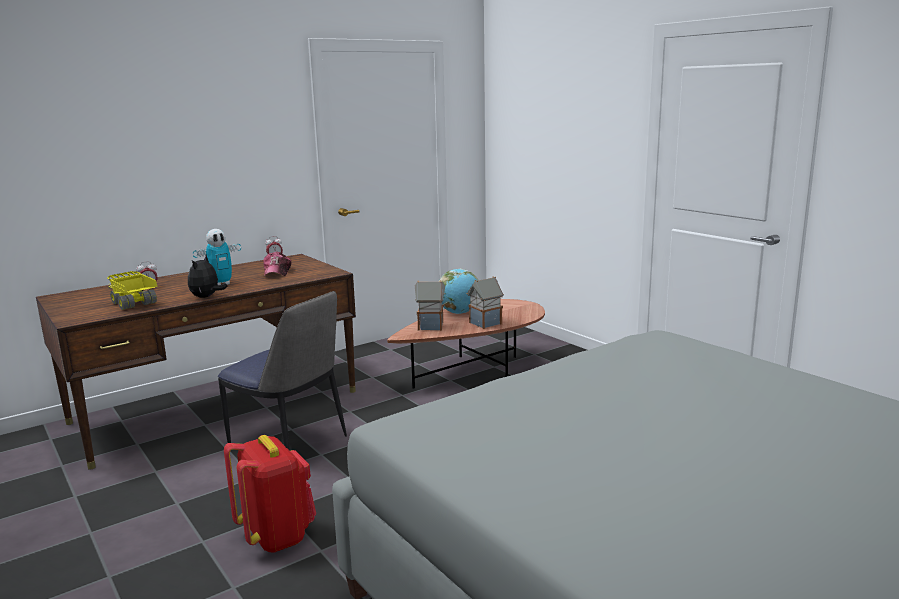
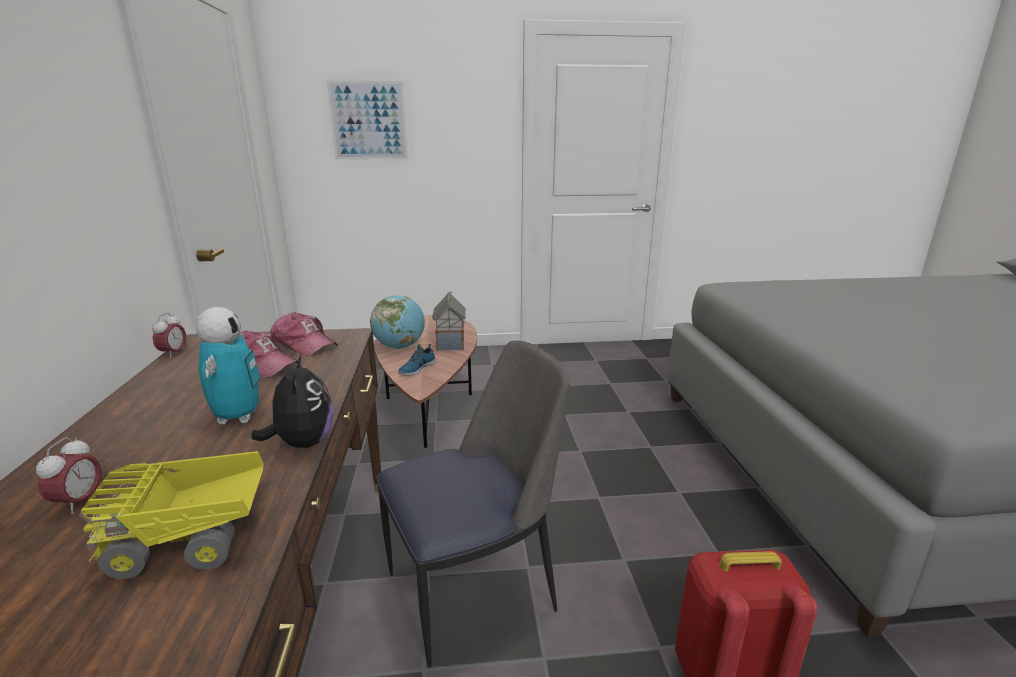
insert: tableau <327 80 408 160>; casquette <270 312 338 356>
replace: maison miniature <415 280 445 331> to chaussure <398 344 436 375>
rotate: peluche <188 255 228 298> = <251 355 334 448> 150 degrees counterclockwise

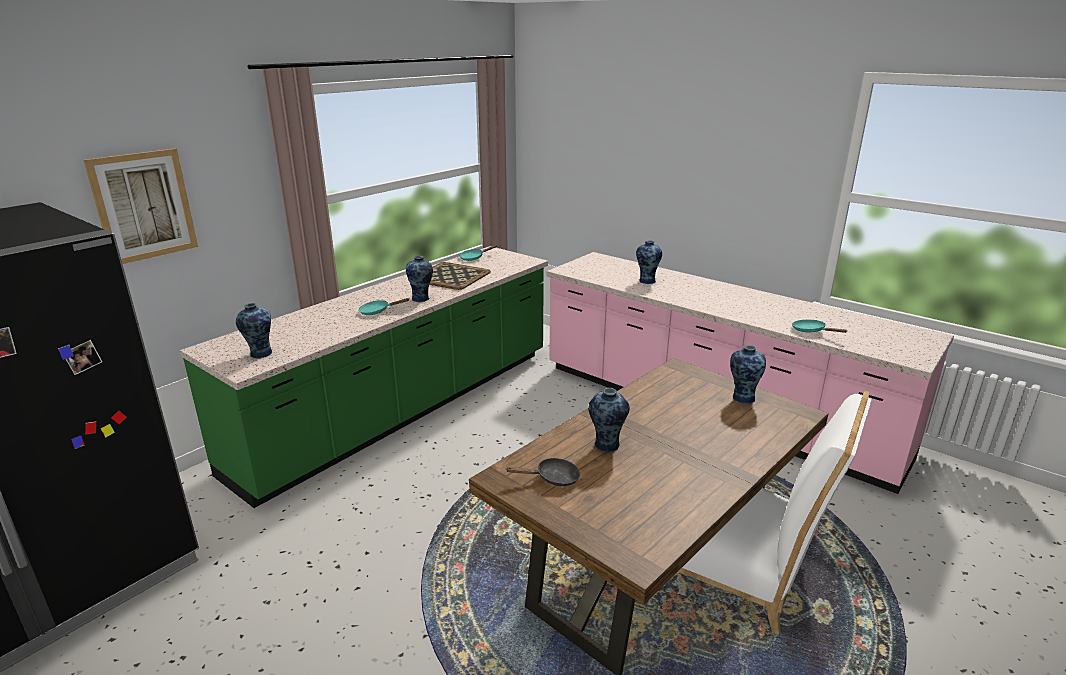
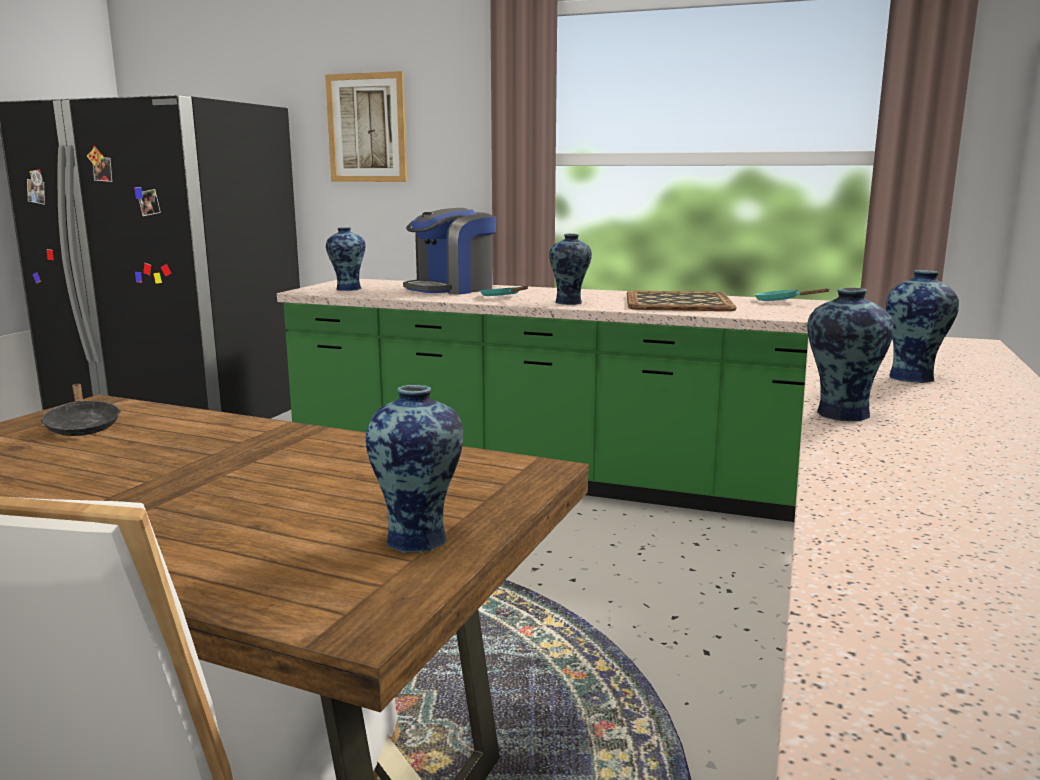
delete: poêle [turquoise] <792 320 847 333>
insert: machine à café <403 208 496 295>
move: vase <588 388 630 452> to <807 287 894 421>

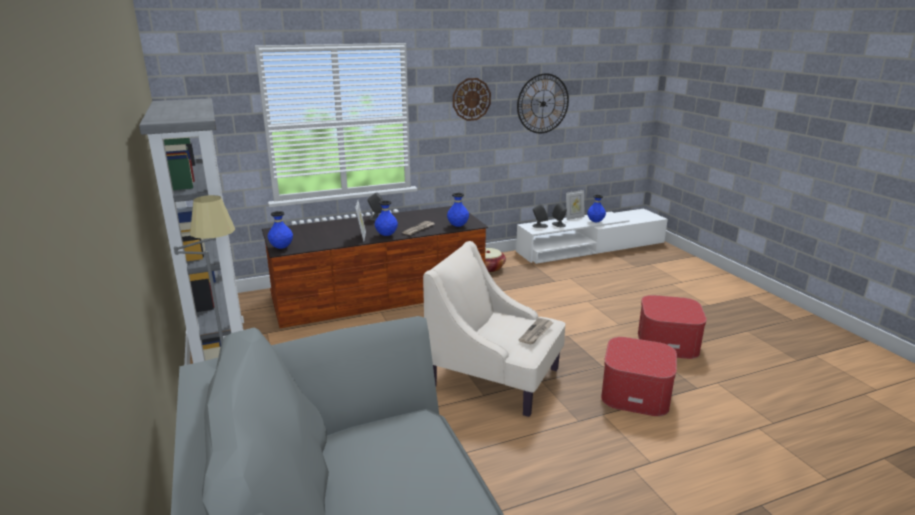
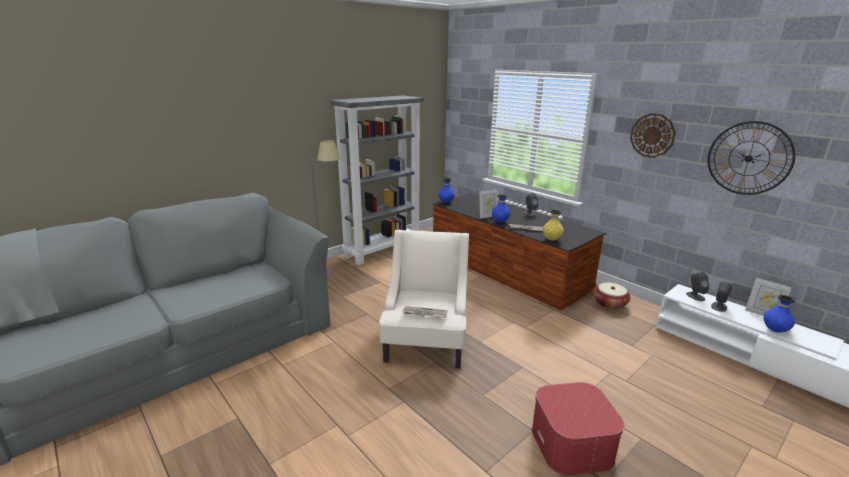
delete: pouf <601 337 677 416>
recolor: vase [bleu] <447 193 469 227> to vase [jaune] <543 210 564 241>

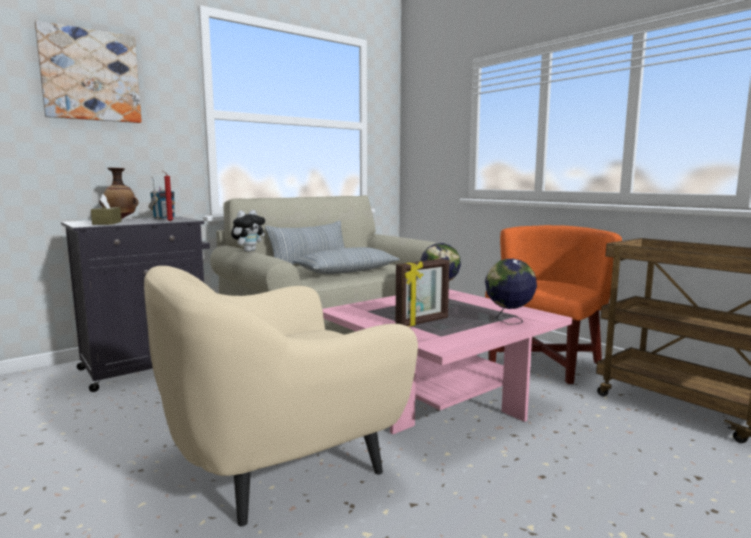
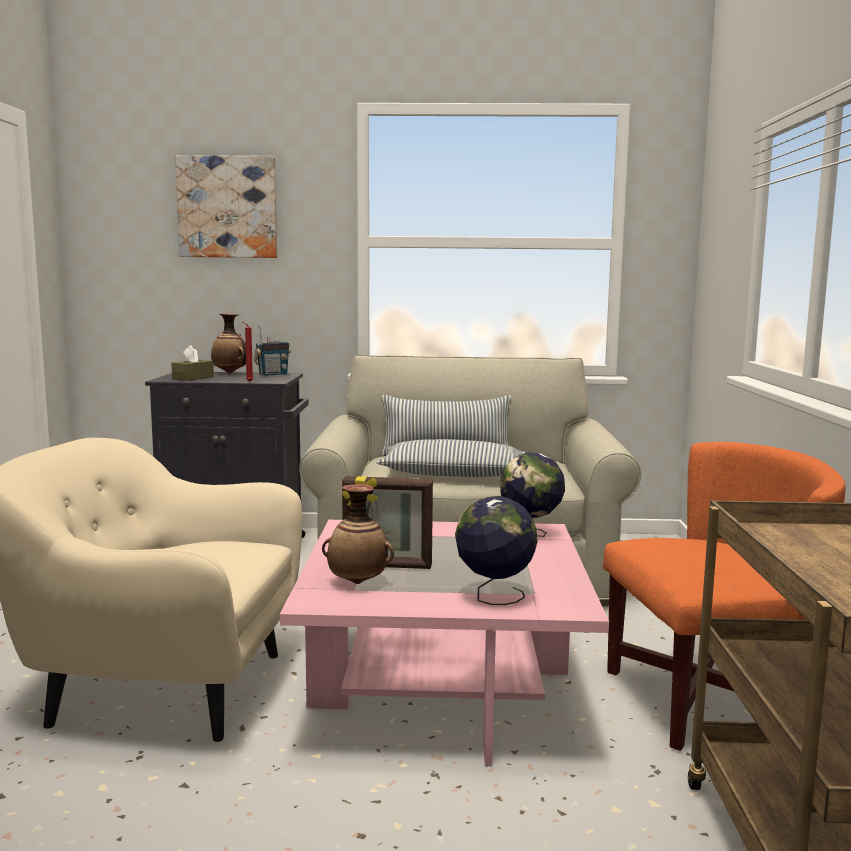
delete: peluche <231 210 265 252>
insert: vase <322 484 394 584>

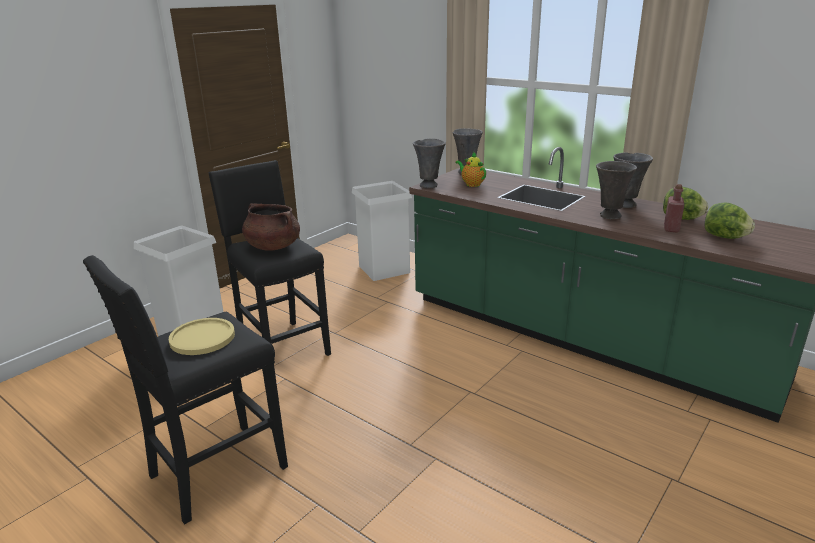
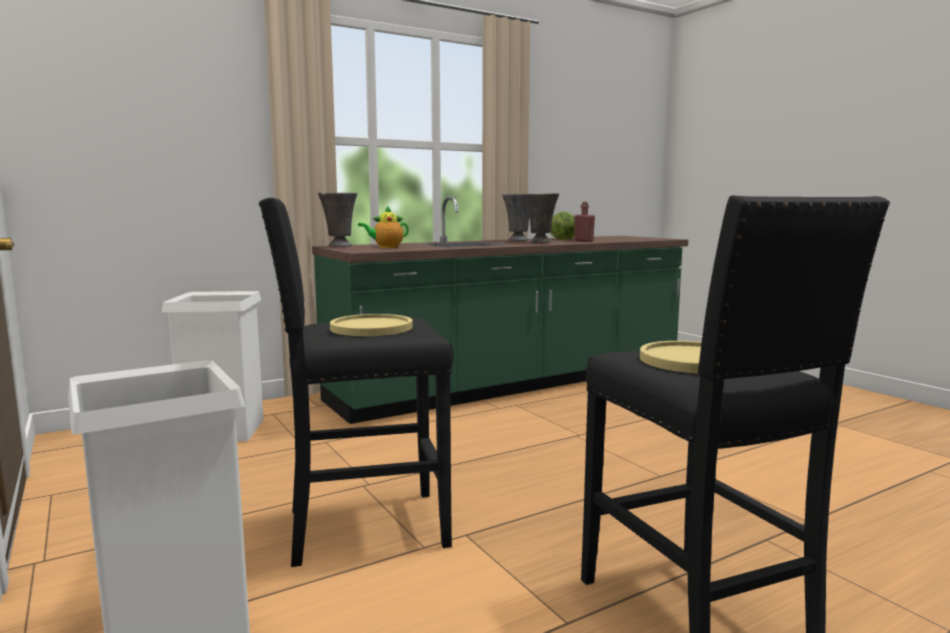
delete: vase [gris] <413 138 446 188>; laitue <704 202 755 239>
replace: marmite [marron] <242 203 300 251> to assiette [jaune] <330 314 413 336>

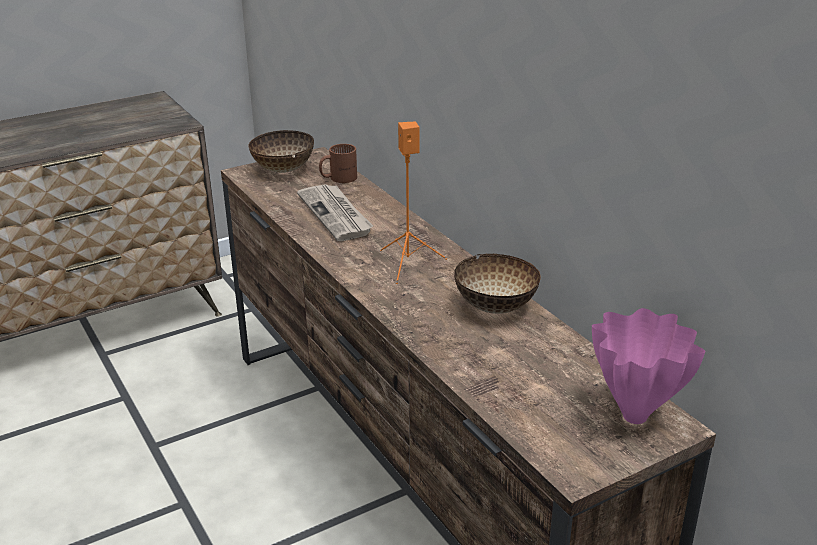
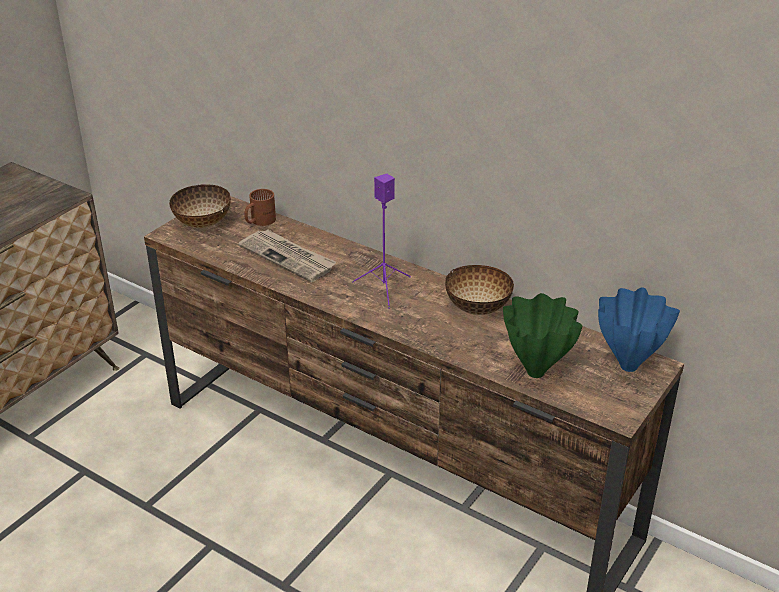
insert: vase [vert] <503 293 582 378>
recolor: enceinte [orange] <380 121 447 284> to enceinte [violet] <352 174 411 309>; vase [rose] <592 308 705 424> to vase [bleu] <598 287 680 372>

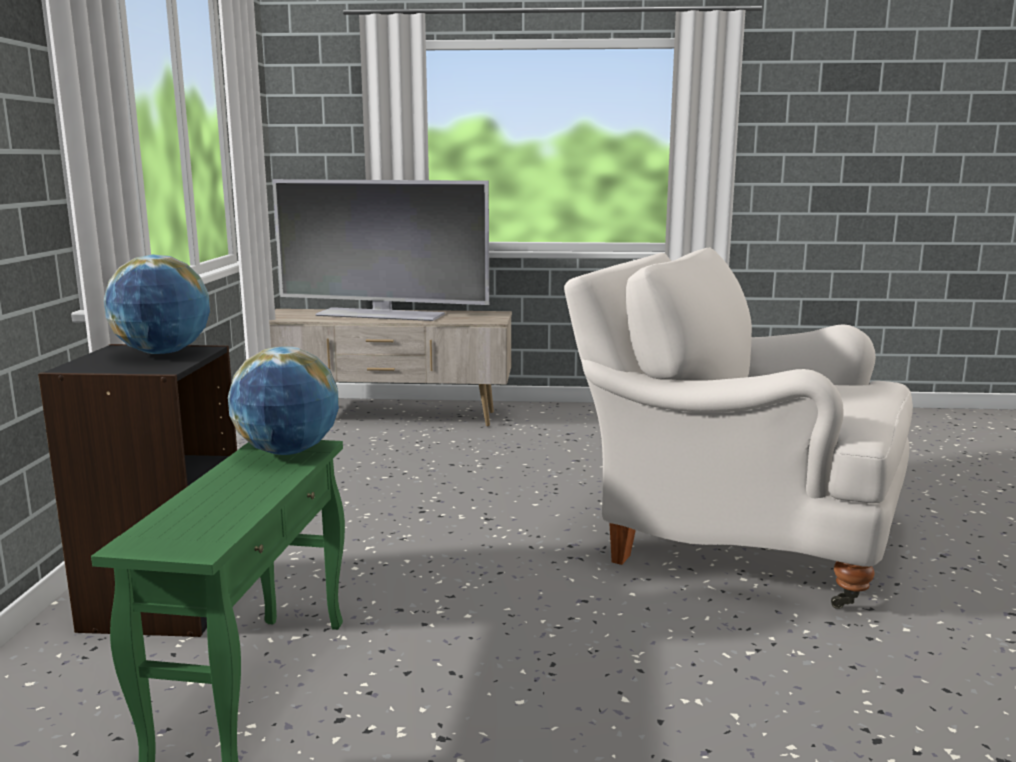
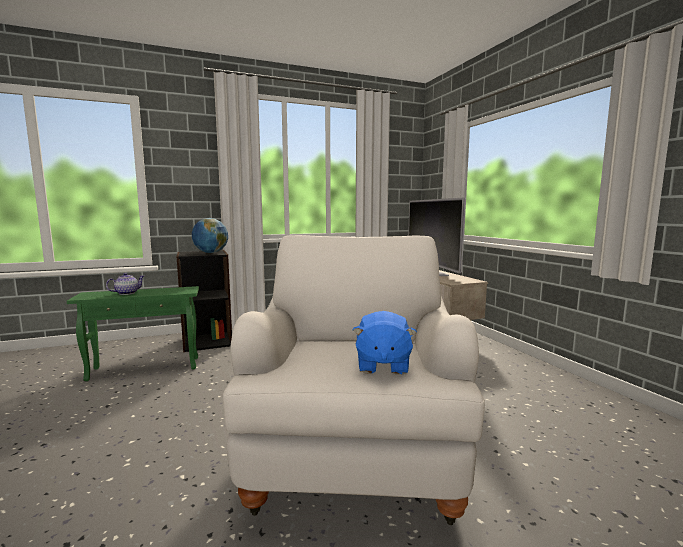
delete: globe <228 346 339 455>
insert: théière <106 273 144 295>; peluche [bleu] <353 311 417 375>

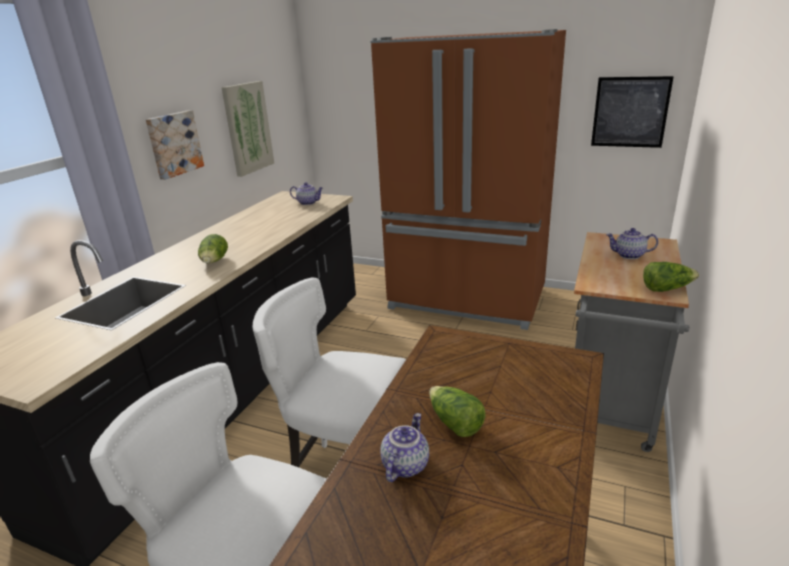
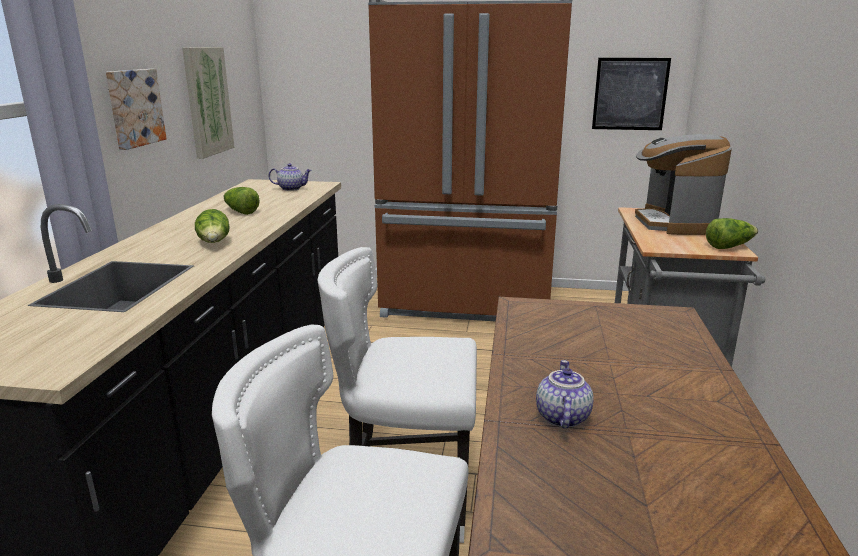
move: laitue <429 386 486 437> to <224 187 260 215>
replace: théière <606 228 658 259> to machine à café <635 134 732 235>

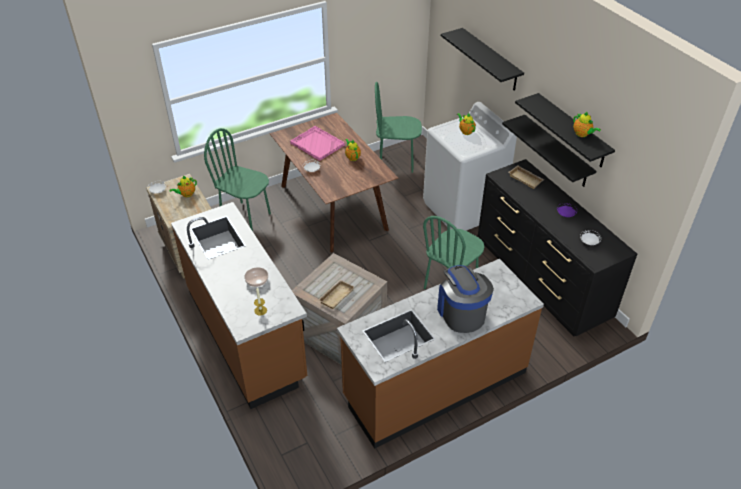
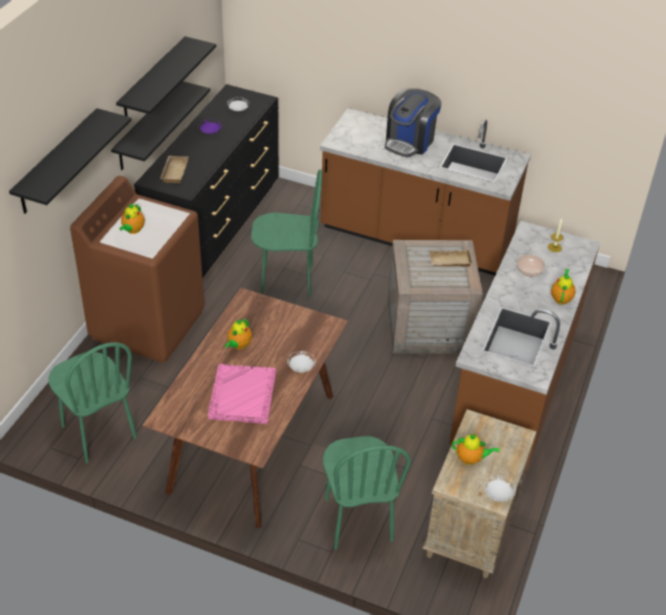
move: théière <573 112 601 137> to <551 269 576 305>
recolor: lave-linge [blanc] <423 102 517 231> to lave-linge [marron] <70 176 204 363>

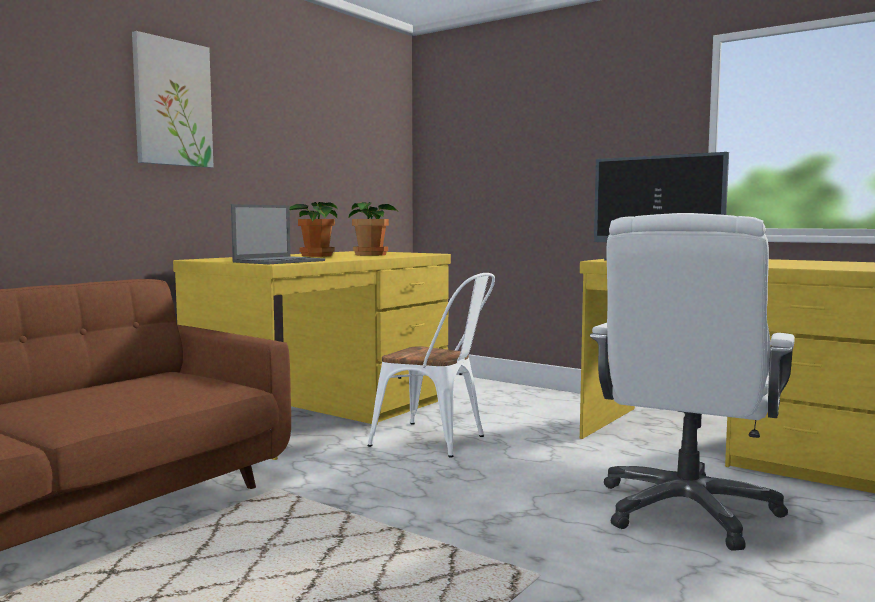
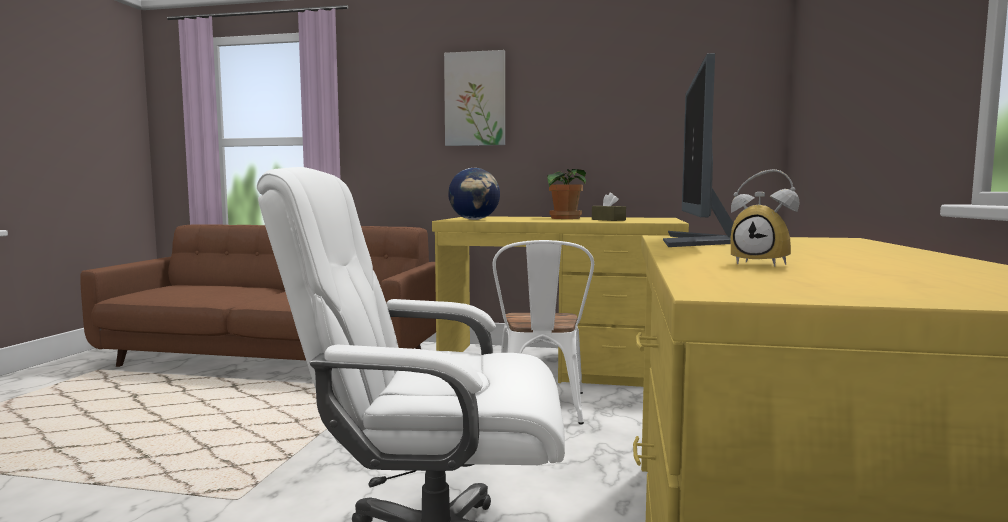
insert: réveil <731 169 799 267>
replace: plante en pot <348 202 397 256> to boîte à mouchoirs [marron] <592 193 626 221>; ordinateur portable <231 204 325 264> to globe <448 168 500 220>

